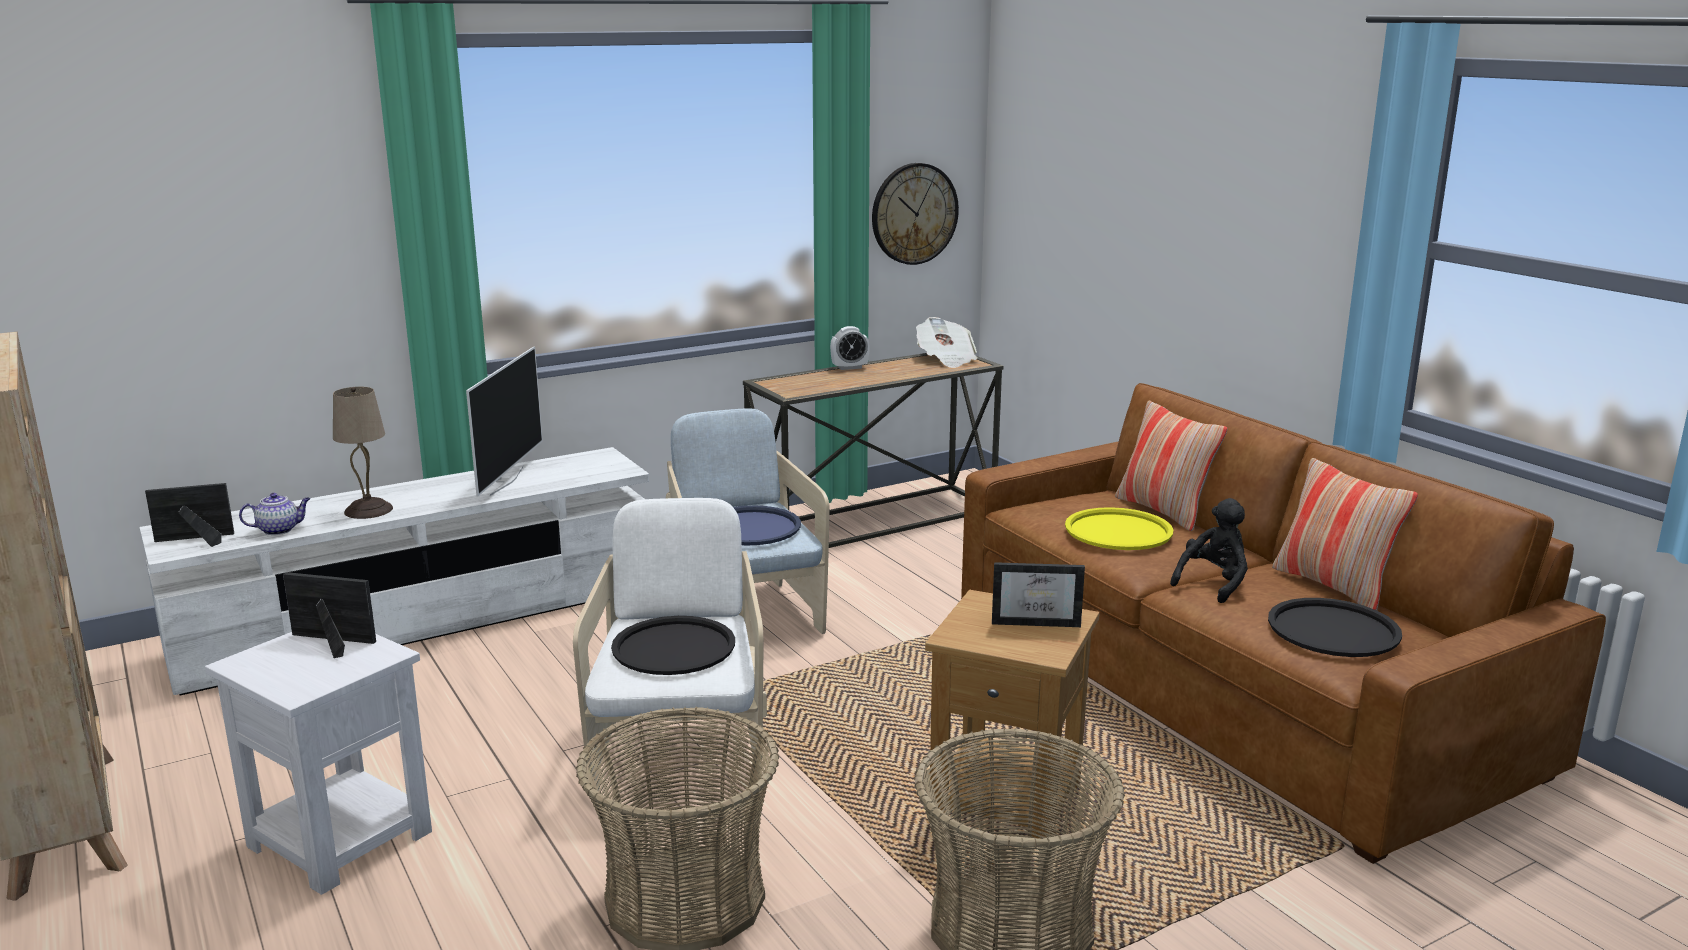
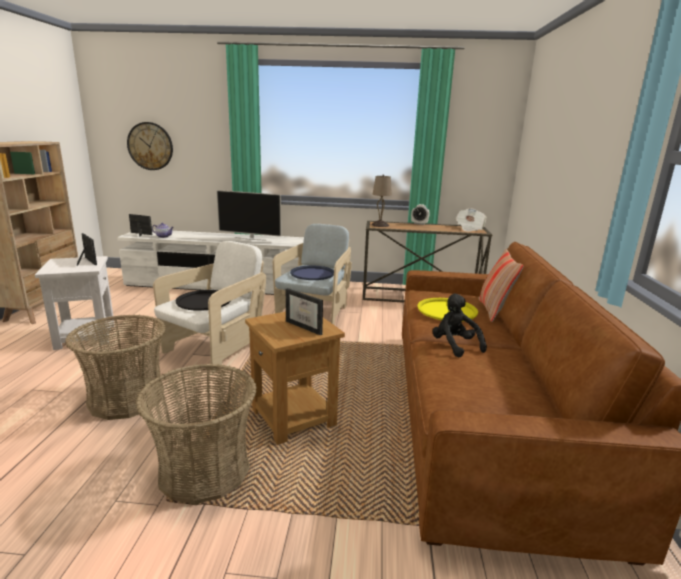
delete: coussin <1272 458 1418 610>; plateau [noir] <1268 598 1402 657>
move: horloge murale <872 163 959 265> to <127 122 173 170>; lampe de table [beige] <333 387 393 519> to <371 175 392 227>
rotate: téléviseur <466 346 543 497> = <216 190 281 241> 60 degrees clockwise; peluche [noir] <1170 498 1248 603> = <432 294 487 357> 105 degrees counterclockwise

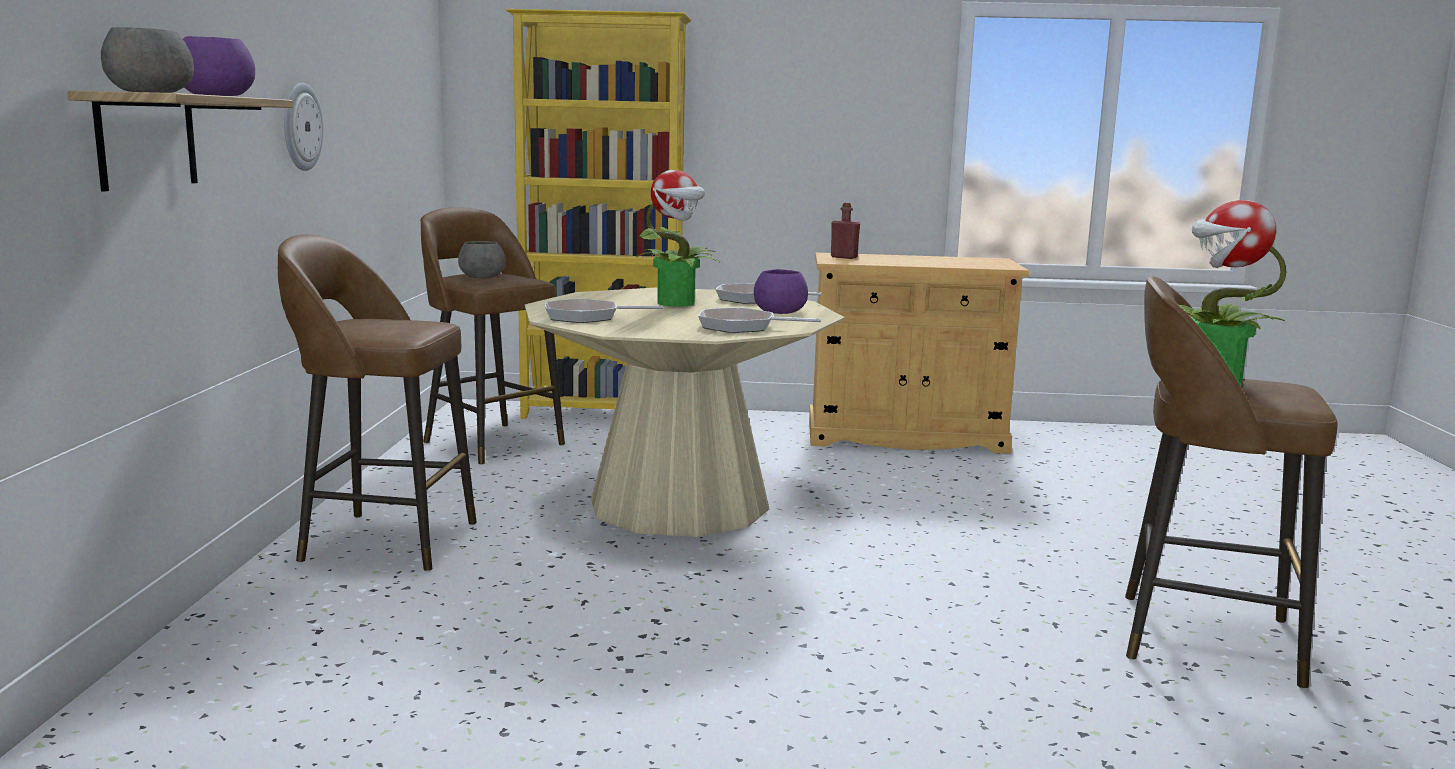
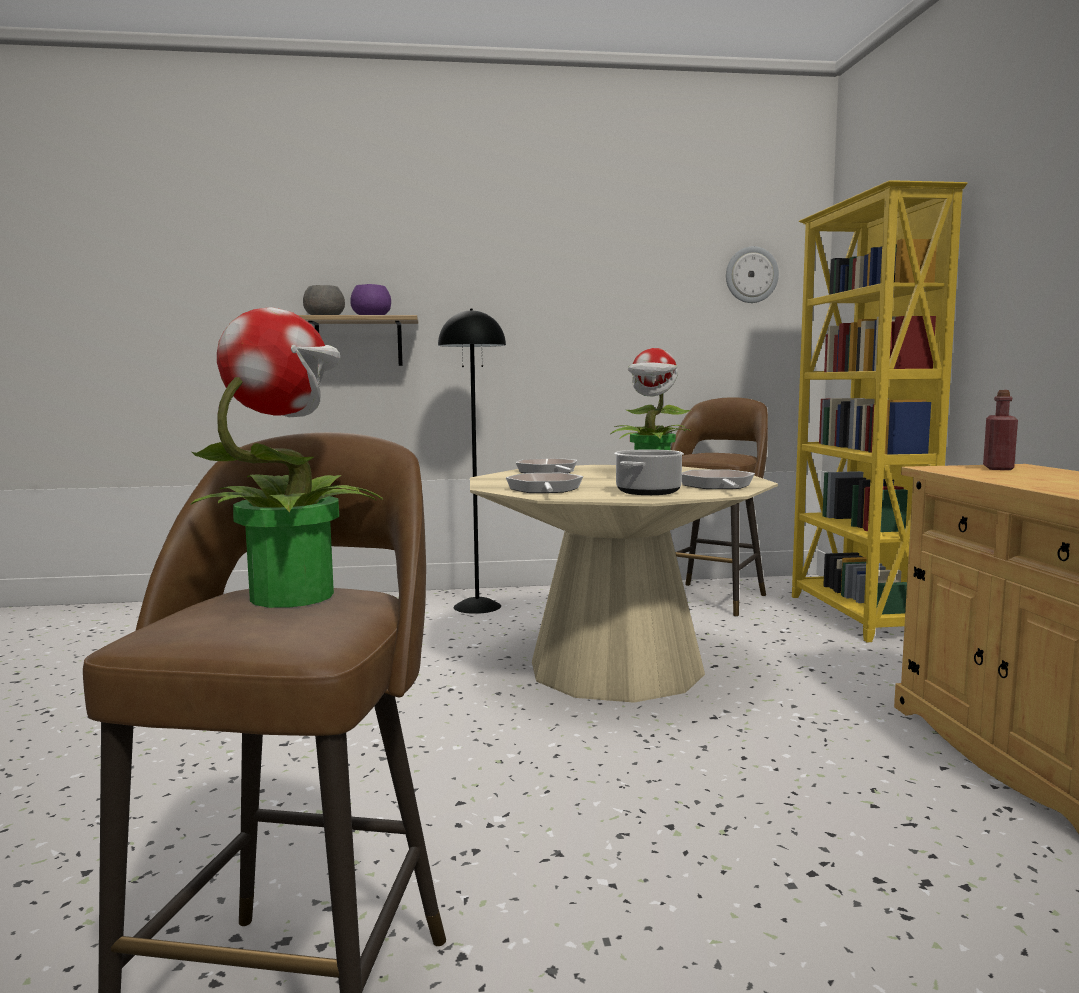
delete: bol [gris] <458 241 506 278>
move: horloge murale <284 83 323 171> to <726 246 779 303>
replace: tabouret [marron] <278 235 477 571> to lampadaire [noir] <438 309 506 614>; bol [violet] <754 269 808 314> to marmite <614 449 684 495>

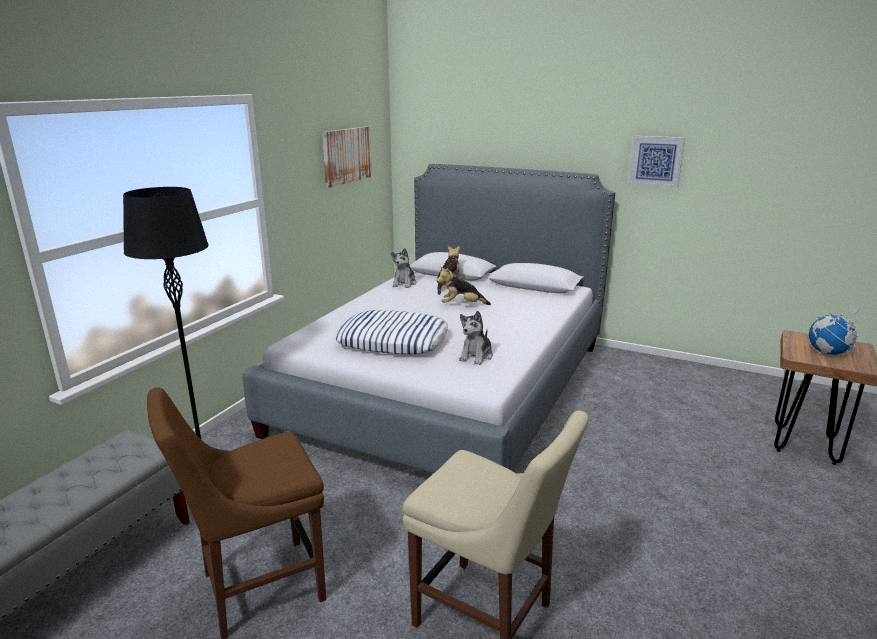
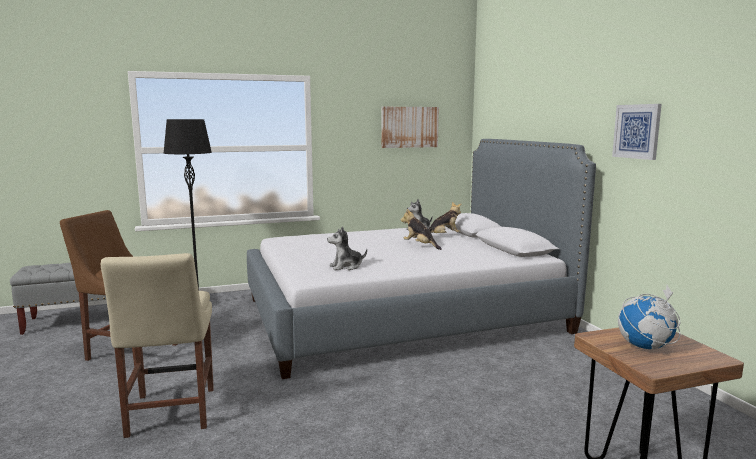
delete: coussin <335 310 448 354>

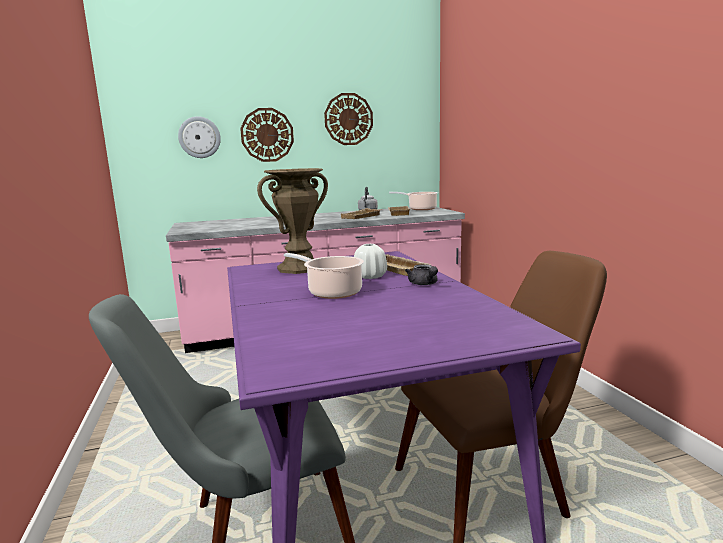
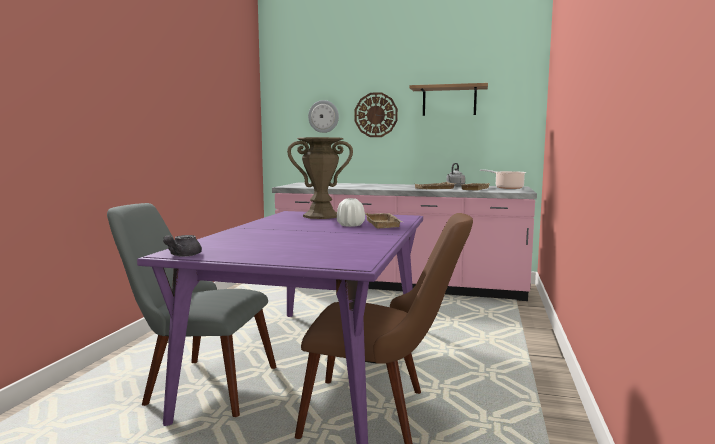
delete: marmite <284 253 364 299>
move: théière [gris] <405 264 438 285> to <163 235 202 257>
replace: horloge murale <324 93 373 145> to étagère <409 83 488 116>

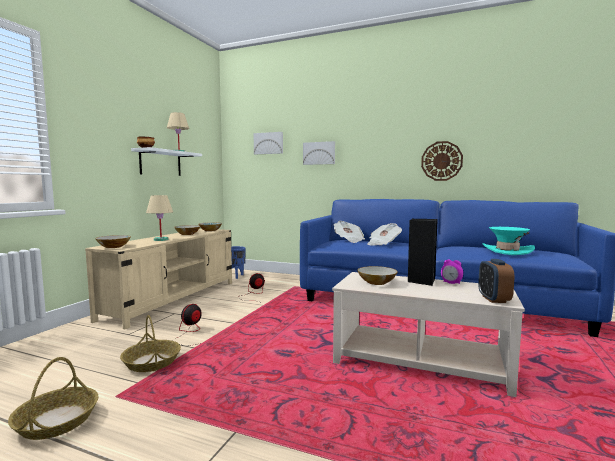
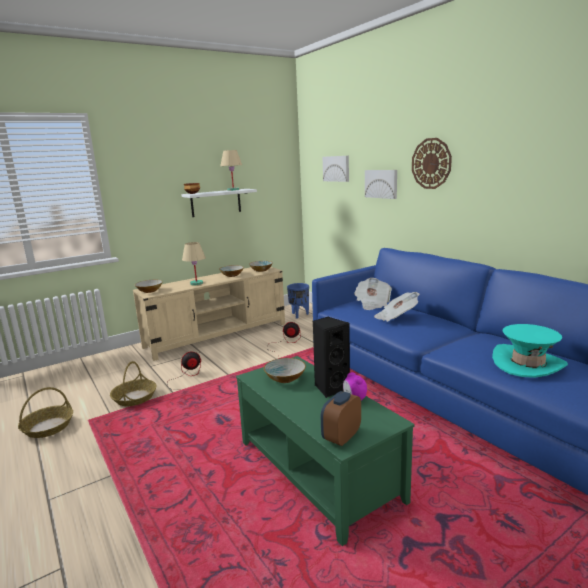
move: horloge murale <421 141 463 181> to <412 138 452 189>
recolor: table basse [beige] <332 272 525 397> to table basse [vert] <236 356 414 546>

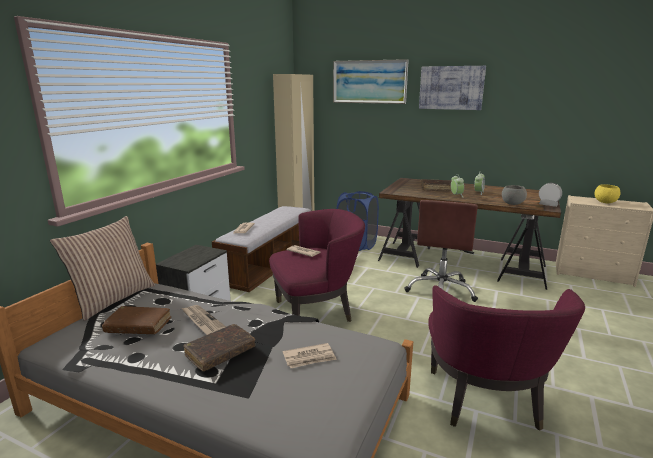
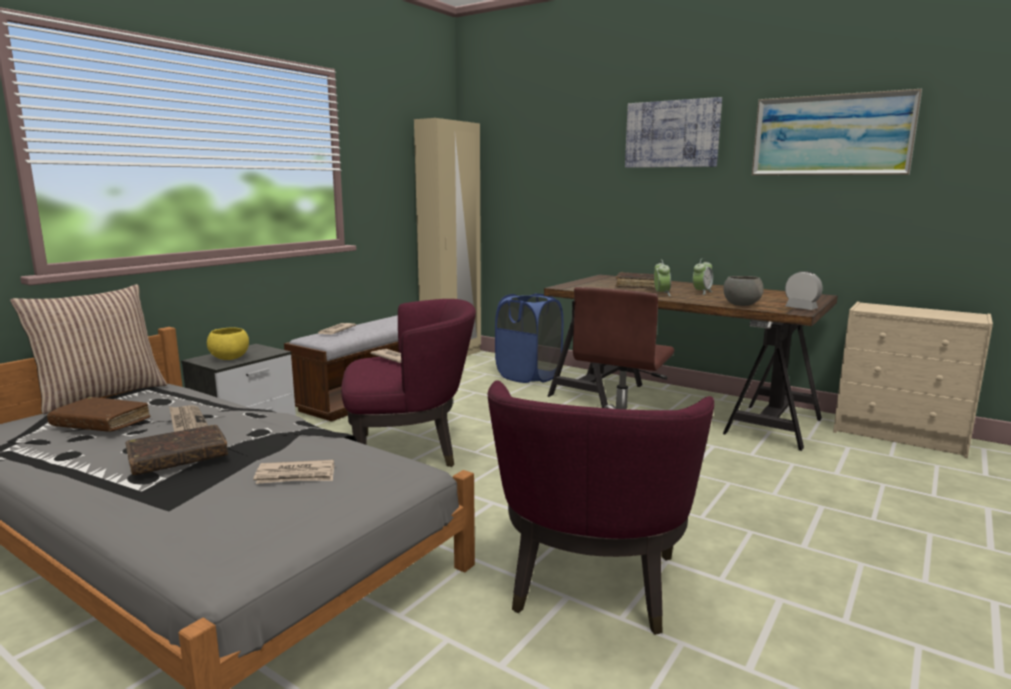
move: tableau <333 59 409 104> to <752 89 922 175>; bol [jaune] <594 184 620 203> to <207 328 249 360>

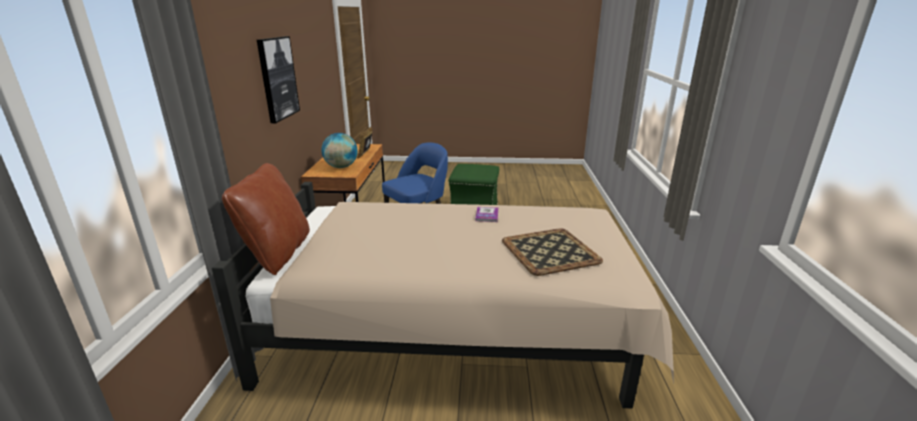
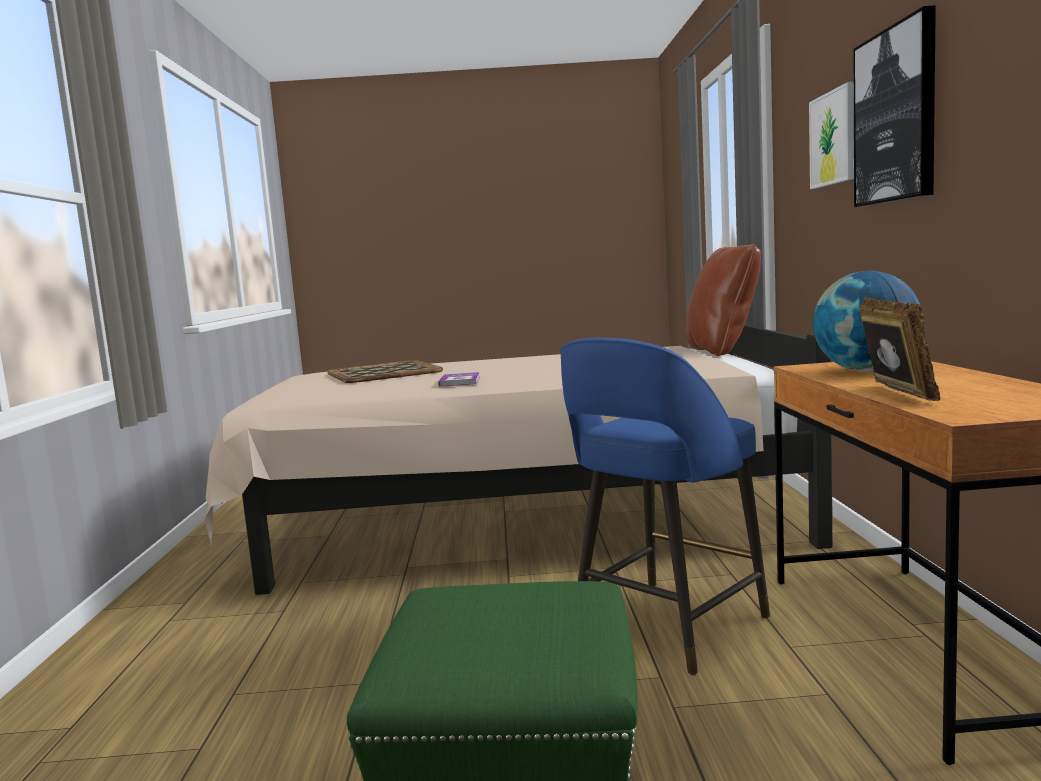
insert: tableau <809 82 854 189>

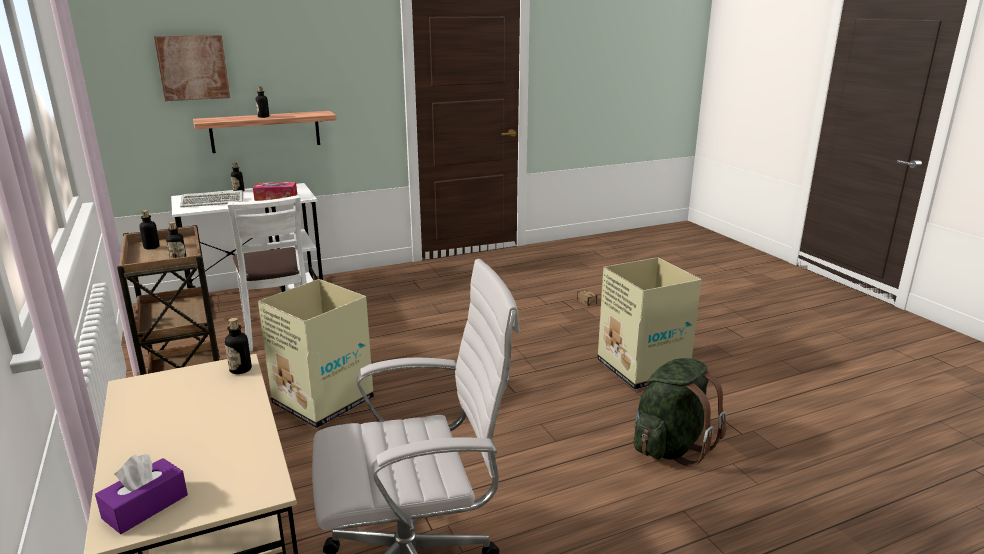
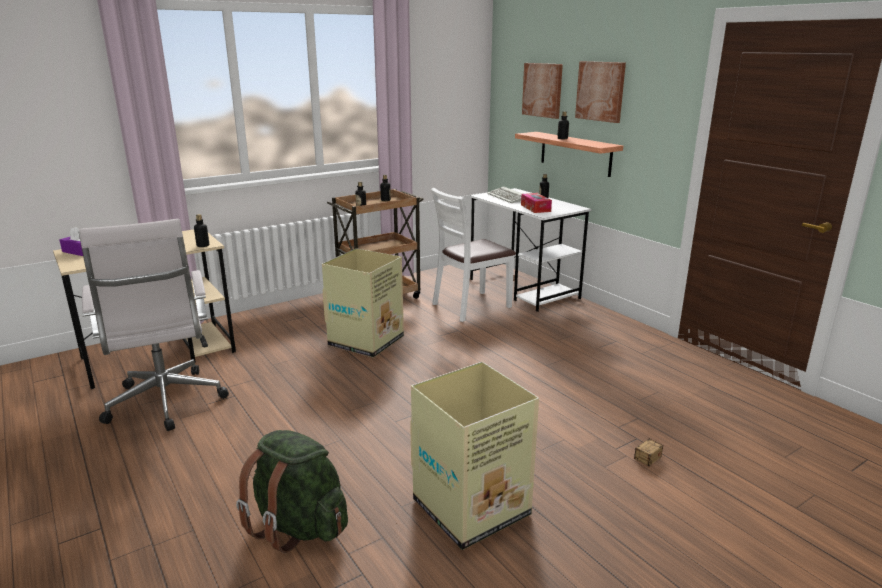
insert: tableau <575 61 626 123>

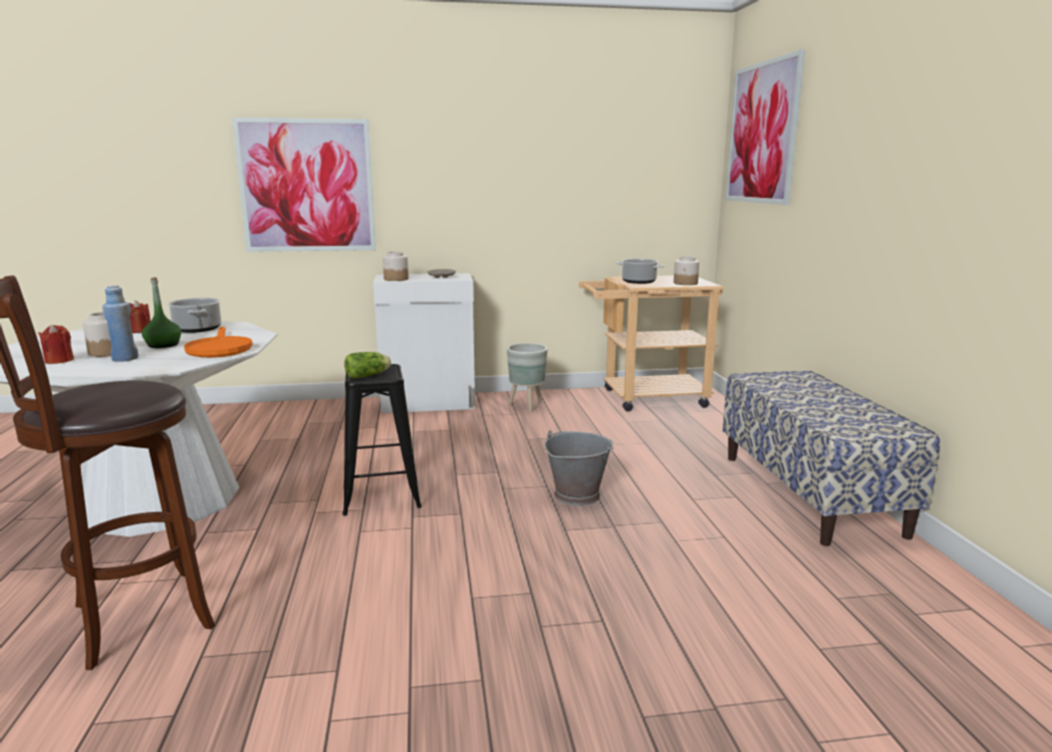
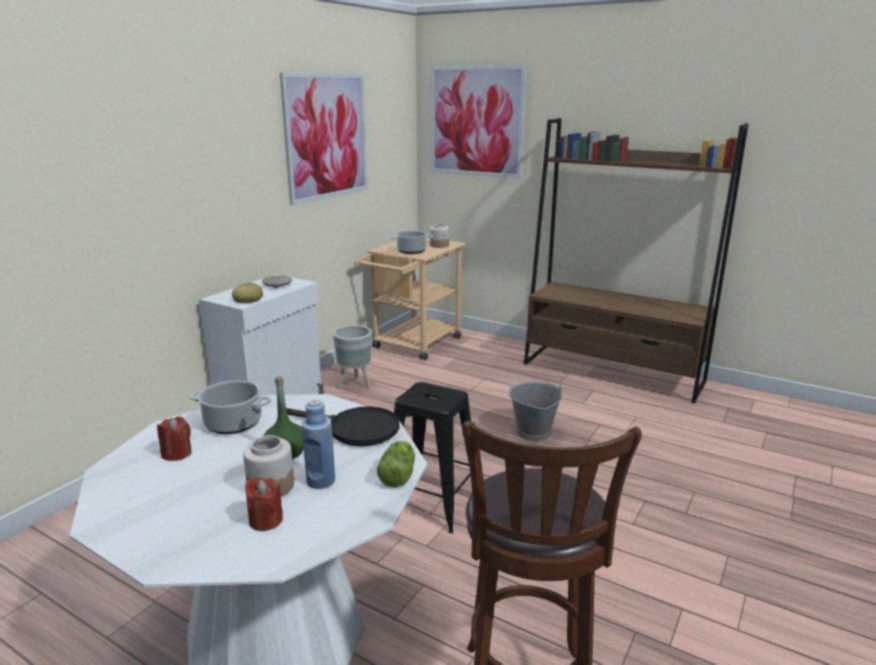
move: tableau <232 117 376 252> to <280 73 368 205>; laitue <344 352 391 379> to <377 440 415 487>
replace: bocal <383 252 409 281> to pain <232 283 263 303>; banc <723 371 940 546> to bibliothèque [marron] <524 118 749 403>
recolor: poêle [orange] <184 327 252 358> to poêle [noir] <286 406 400 446>

